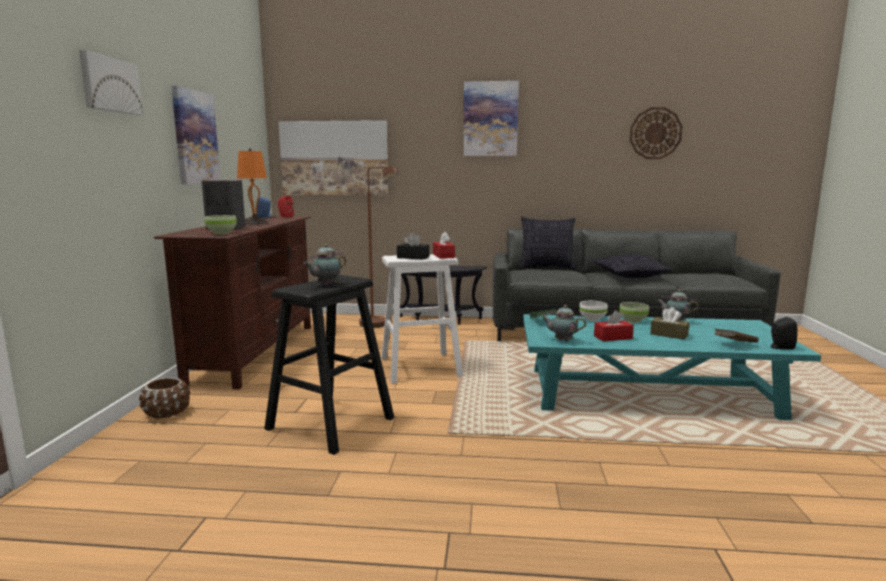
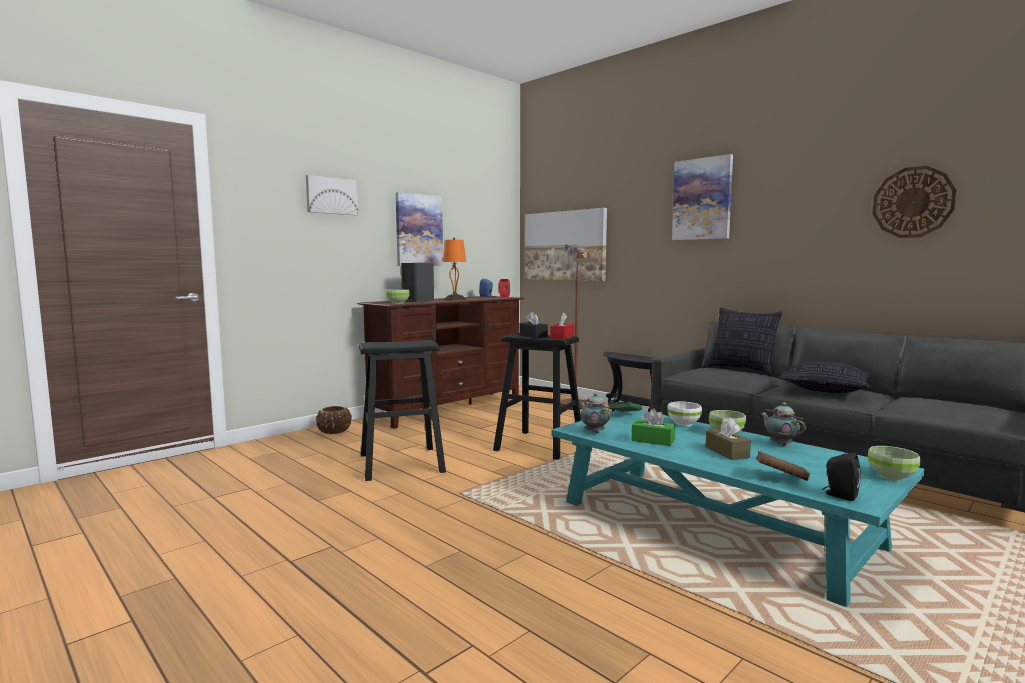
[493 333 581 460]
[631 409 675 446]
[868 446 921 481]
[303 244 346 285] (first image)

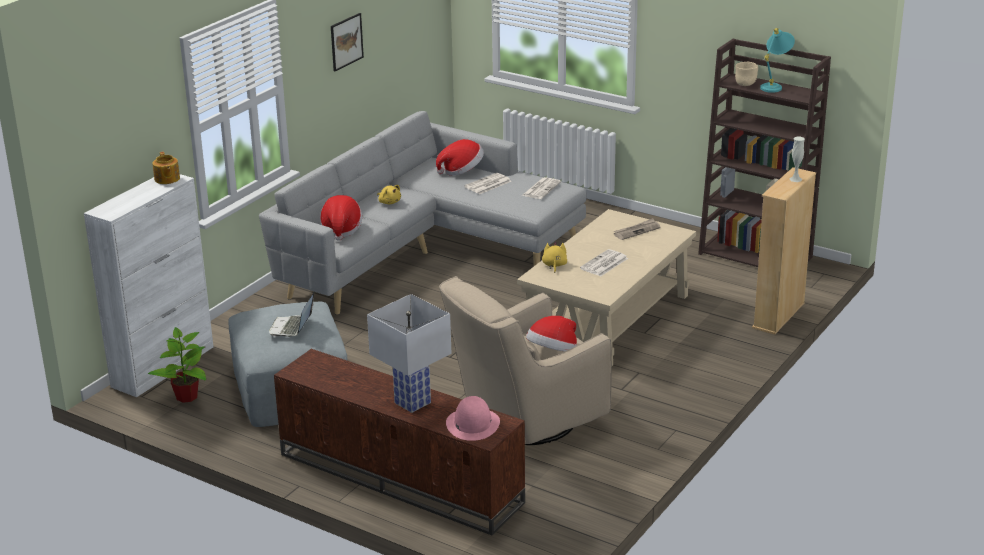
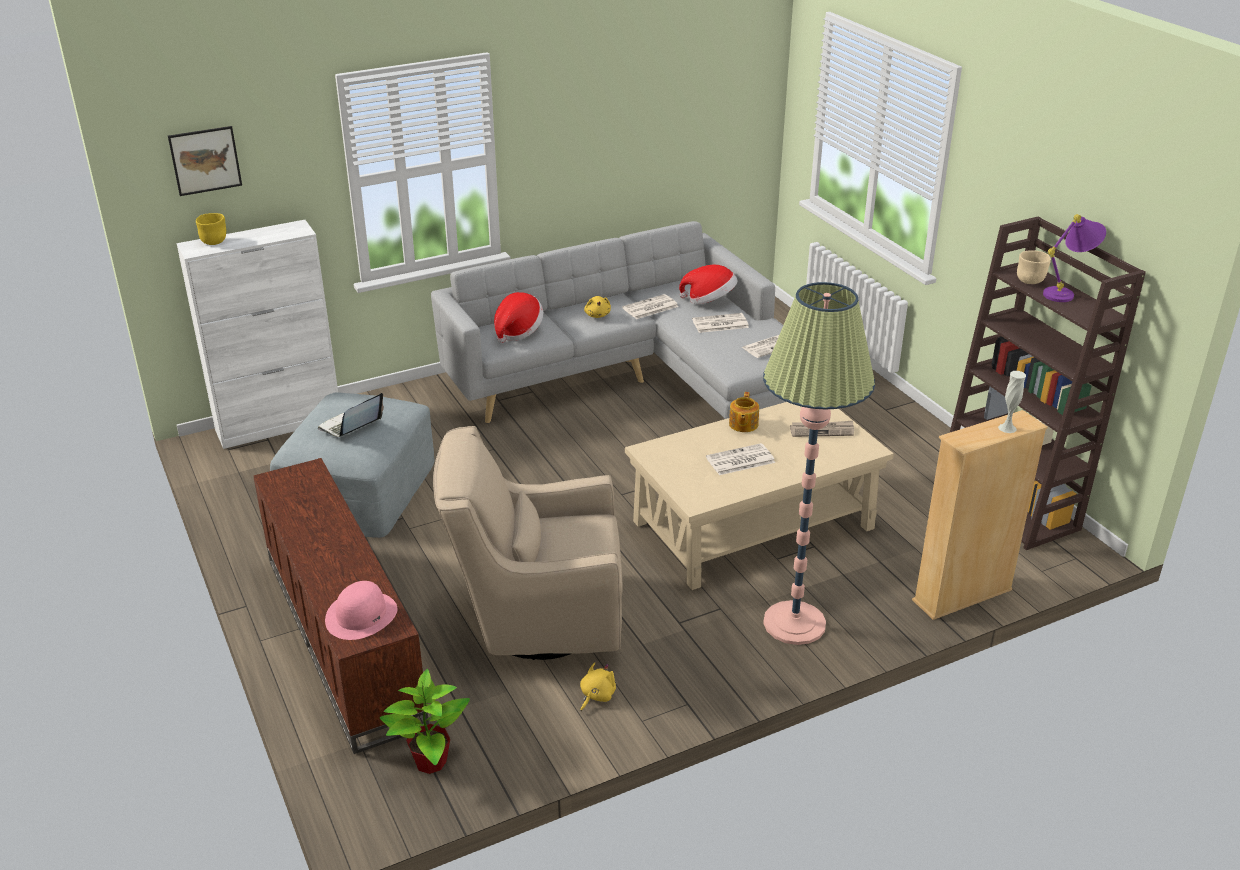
[168 126 242 196]
[196 213 226 245]
[380 669 470 774]
[580 662 616 711]
[622 294 679 319]
[729 392 759 432]
[763 282 875 645]
[1043 214 1106 302]
[367 294 451 413] (first image)
[526 316 577 352] (first image)

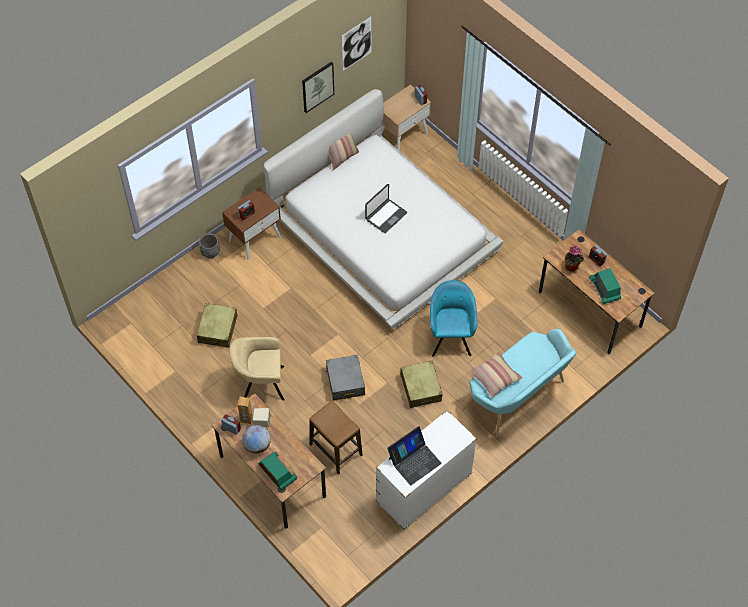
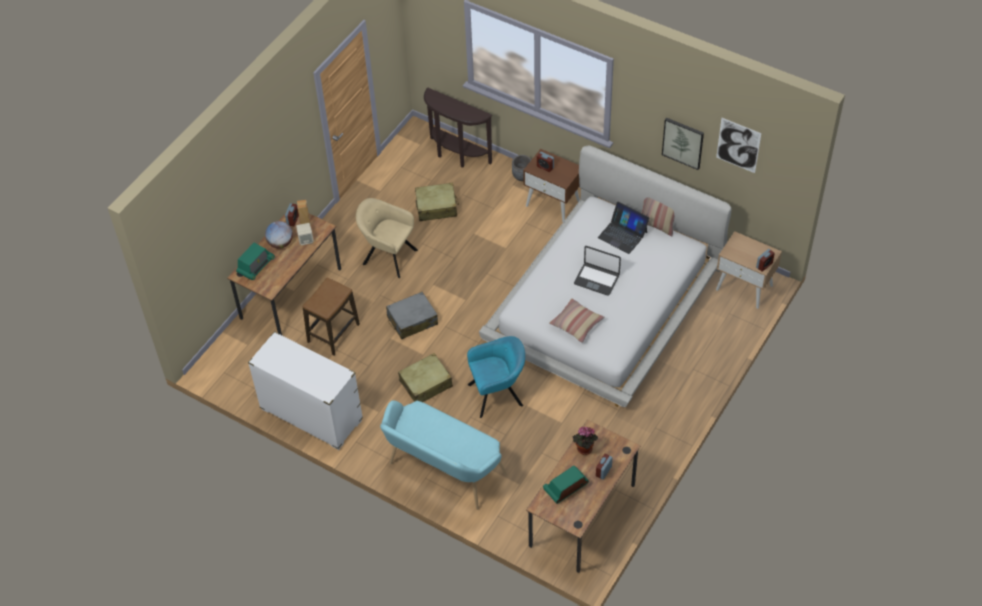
[356 198 418 278]
[424 88 492 168]
[549 298 604 343]
[598 202 650 254]

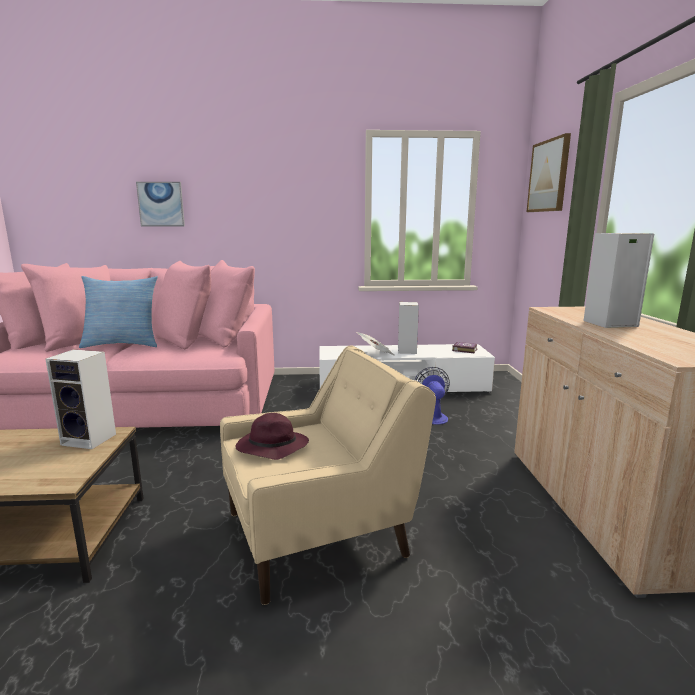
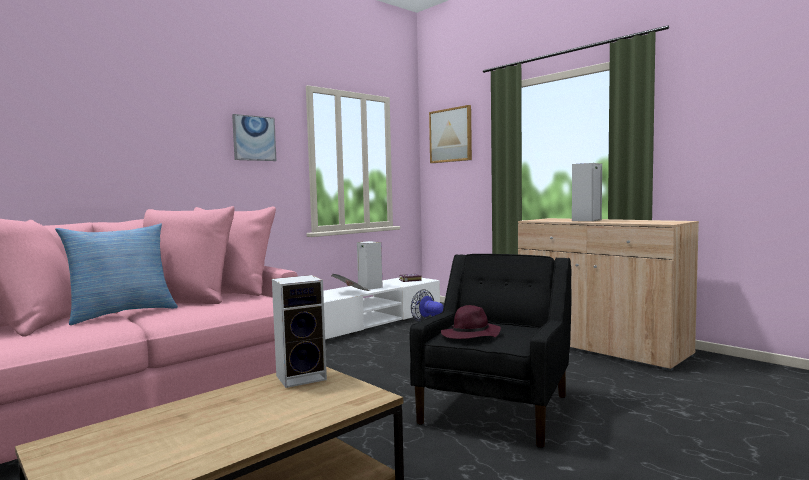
[232 114 276 161]
[410 254 572 448]

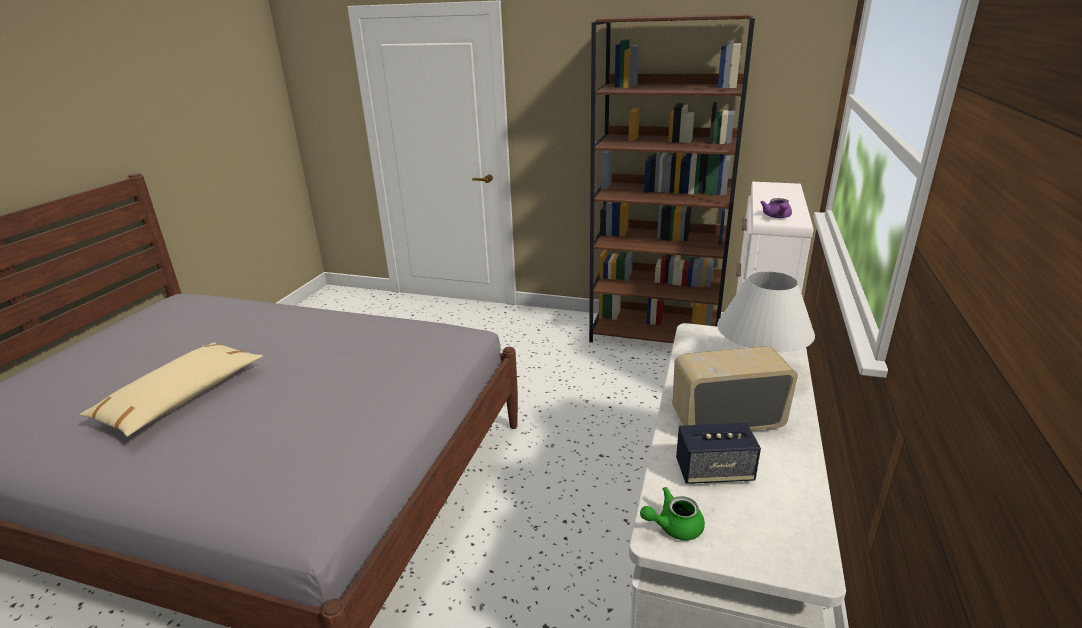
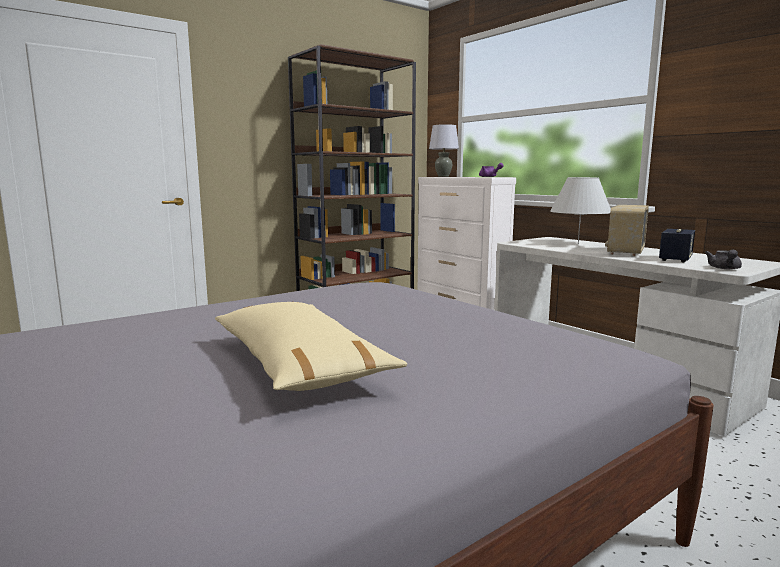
[429 124 459 177]
[705 250 742 270]

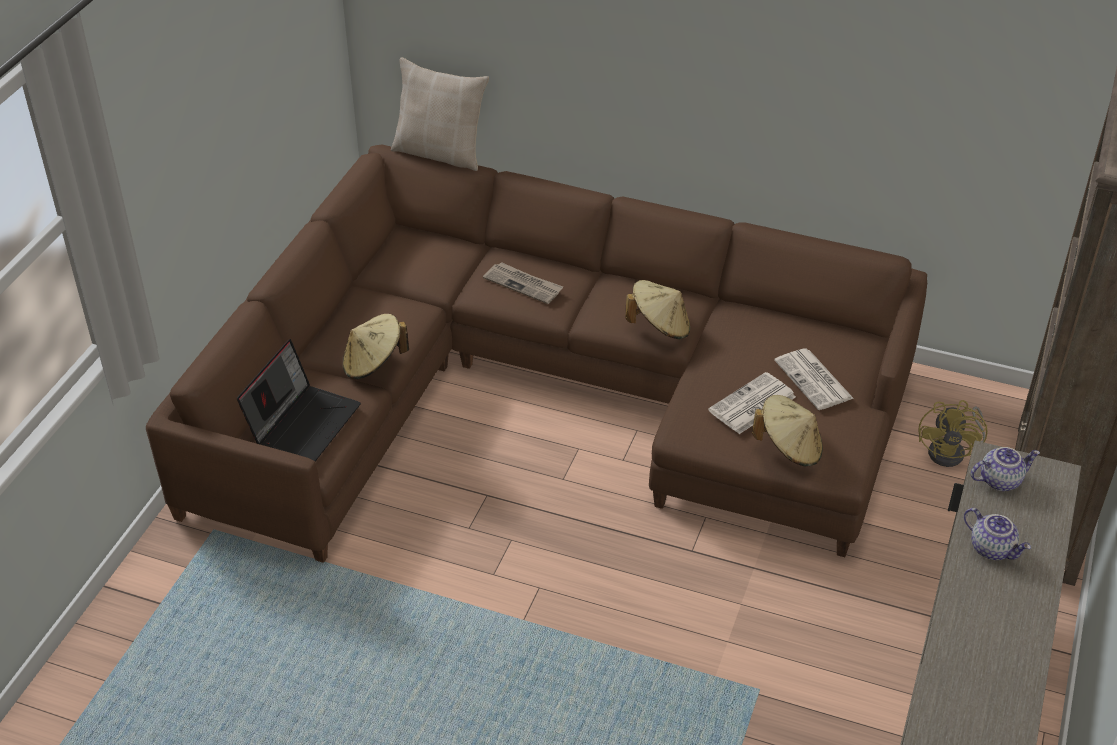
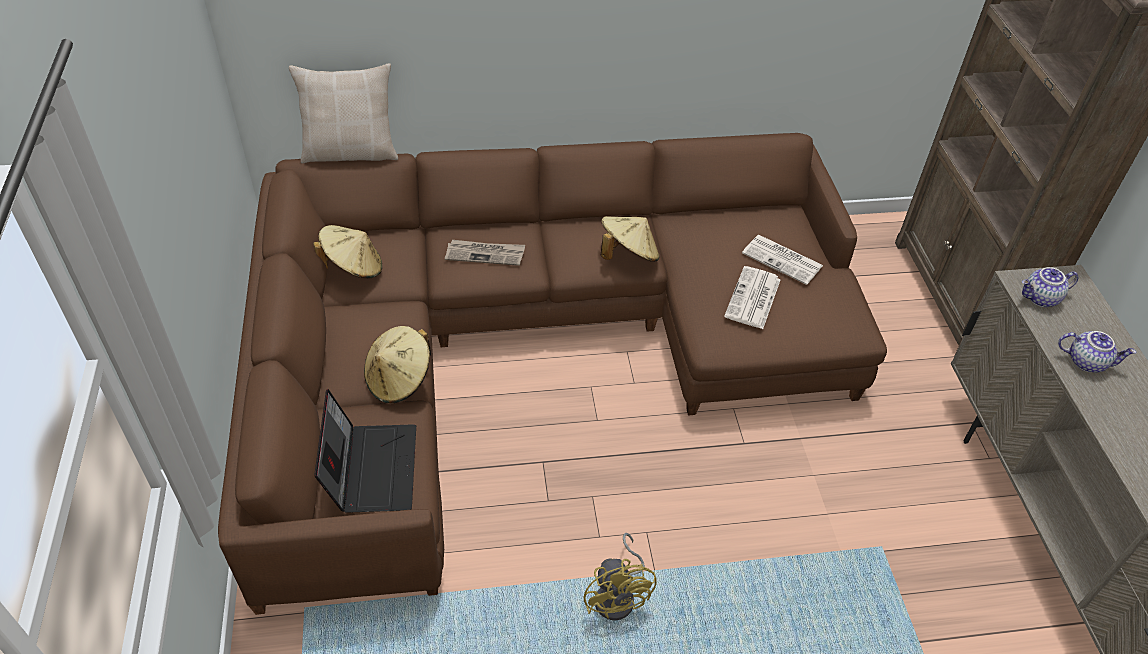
[313 225 382 278]
[584 533 657 621]
[1022 267 1079 307]

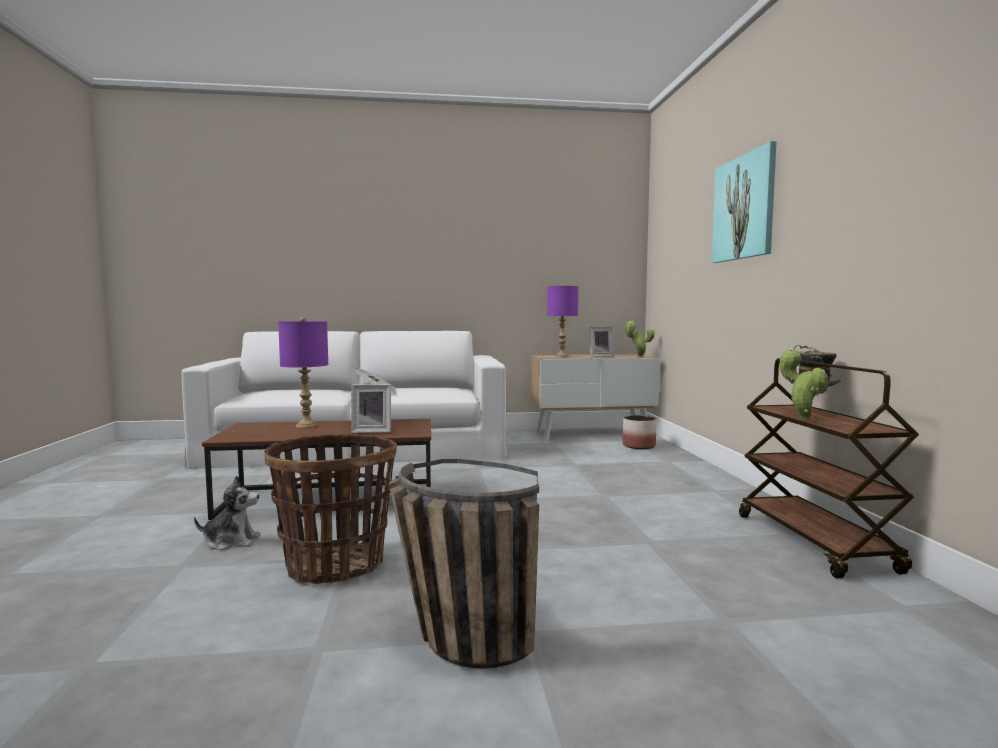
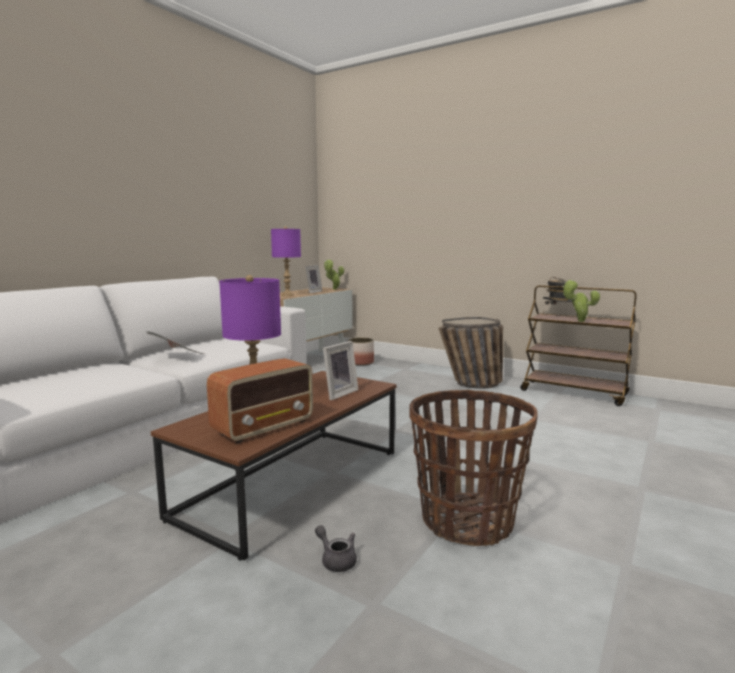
[207 358 313 443]
[315 525 357 572]
[439 317 503 389]
[712 141 777 263] (first image)

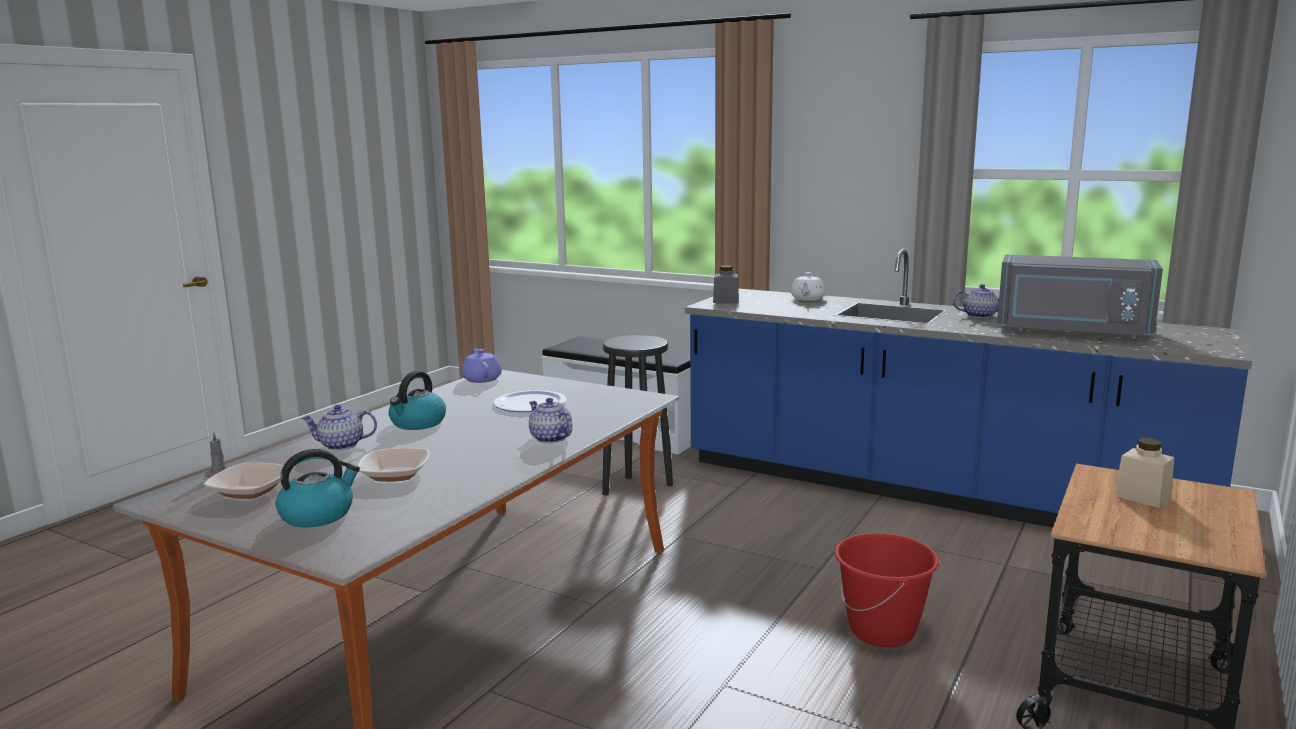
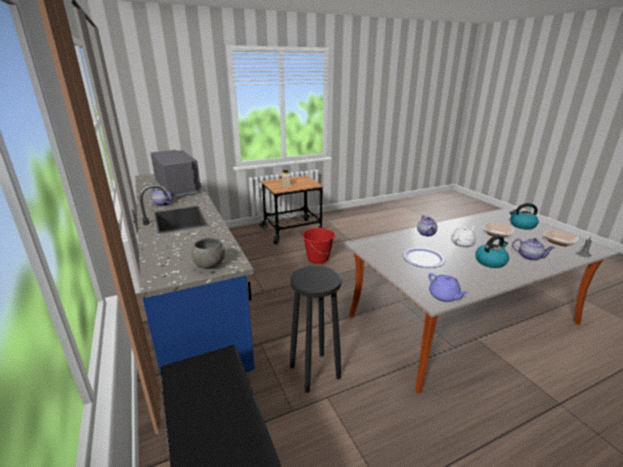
[191 238 225 269]
[428 273 468 302]
[451 226 476 247]

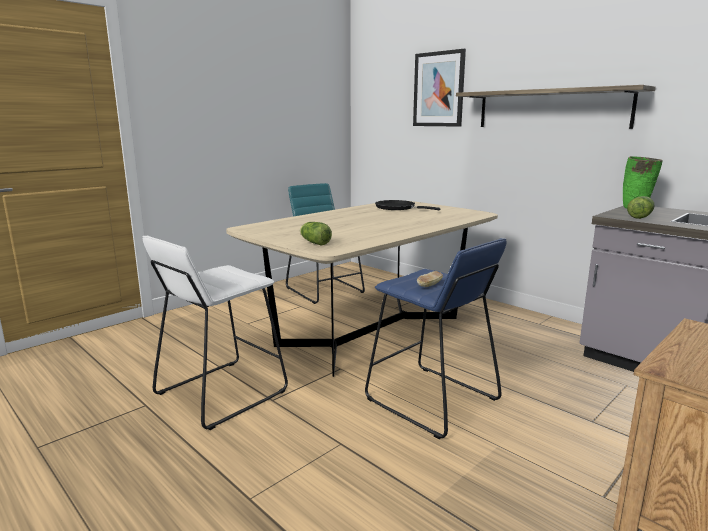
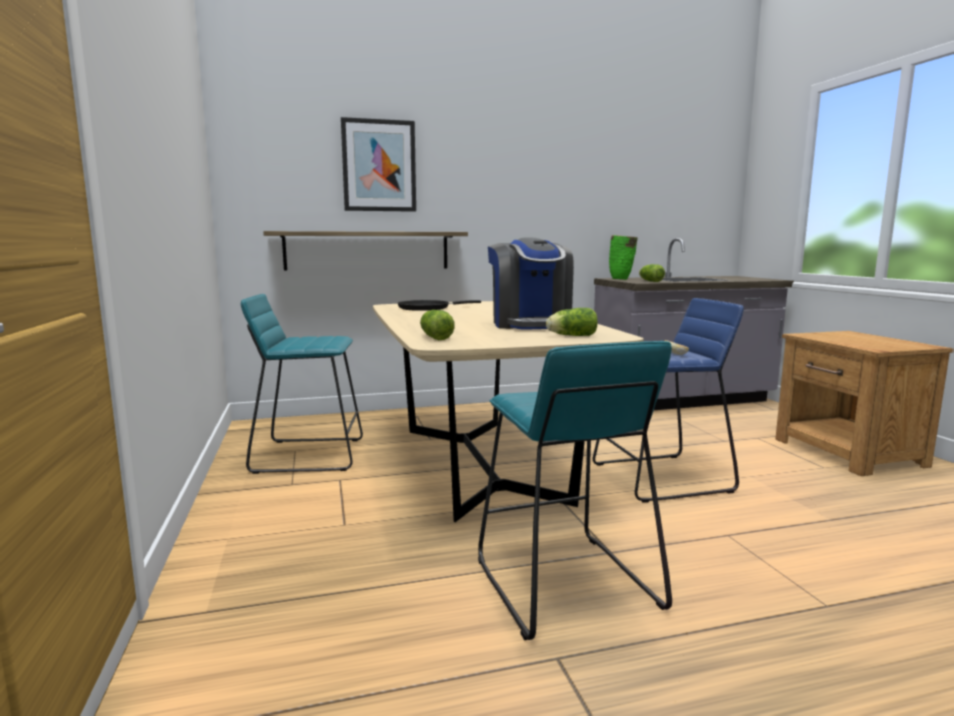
[263 231 468 271]
[420 310 455 340]
[478 341 672 640]
[488 237 574 330]

